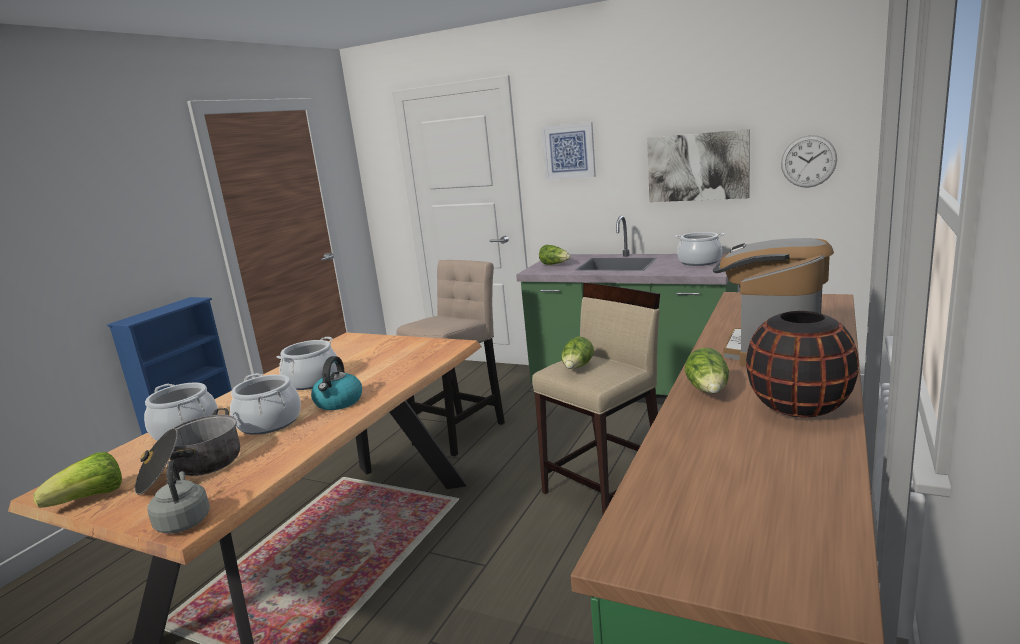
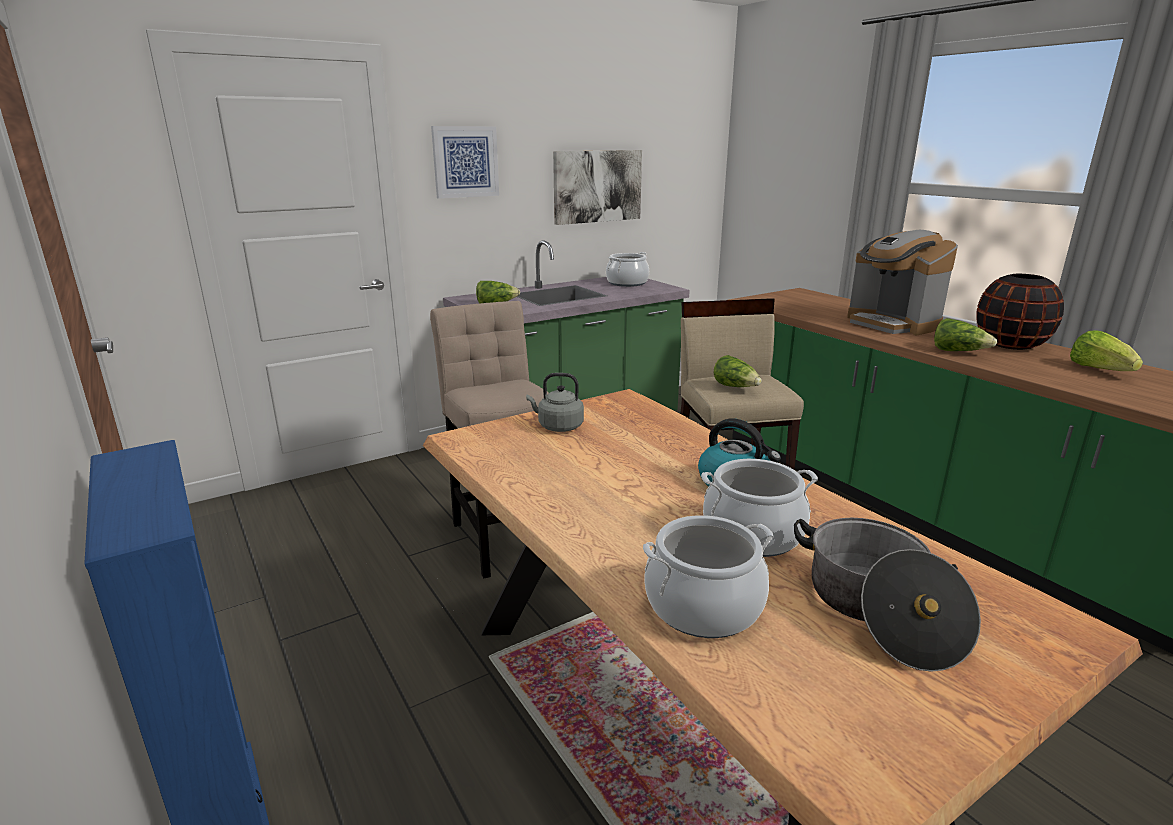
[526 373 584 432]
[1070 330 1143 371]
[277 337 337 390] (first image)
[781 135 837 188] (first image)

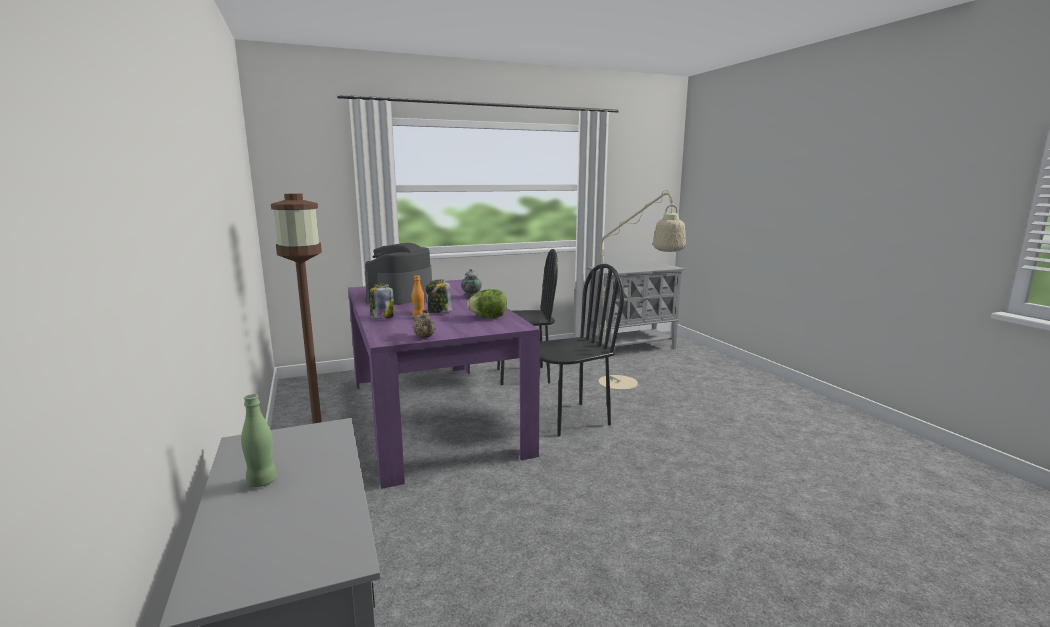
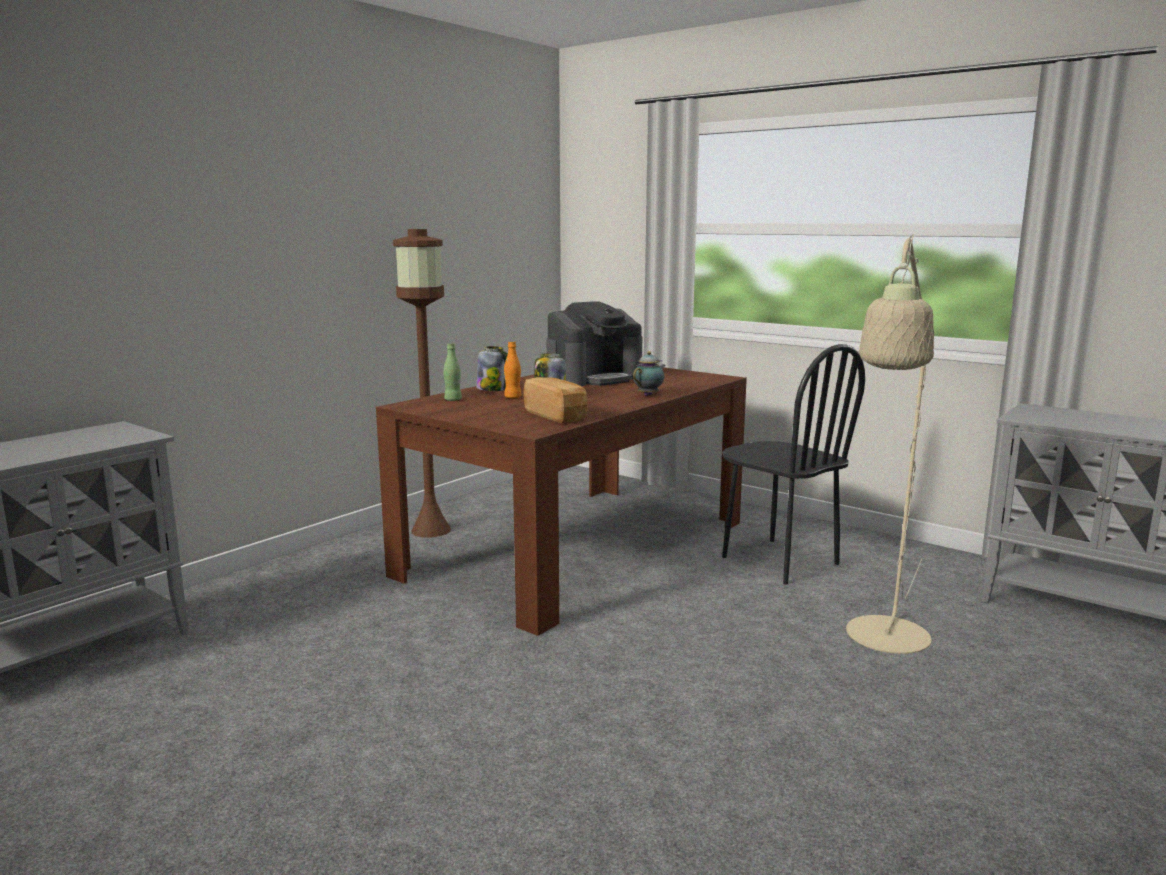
[376 368 747 636]
[443 343 462 401]
[523 377 588 423]
[547 301 642 386]
[413 309 436 338] (first image)
[540 264 624 436] (first image)

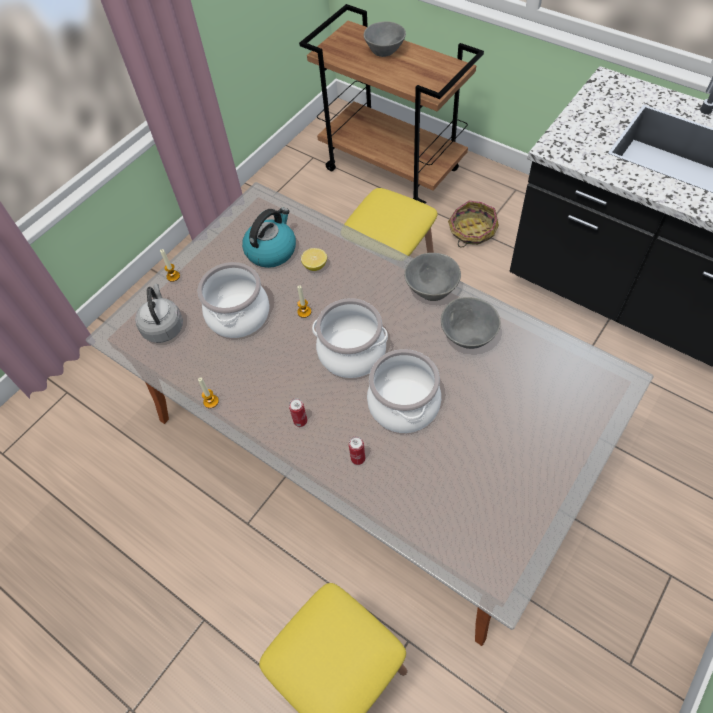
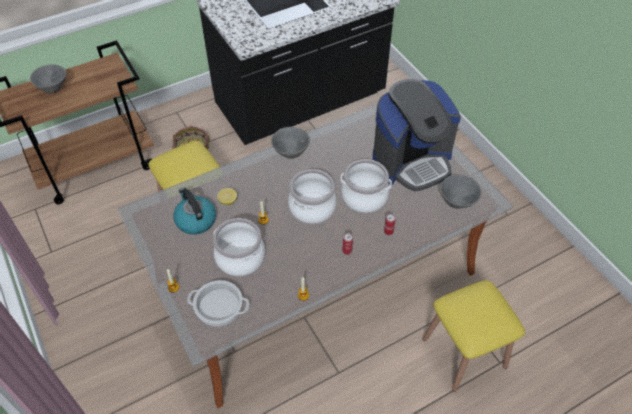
[187 280 249 327]
[373 79 461 191]
[440 175 482 209]

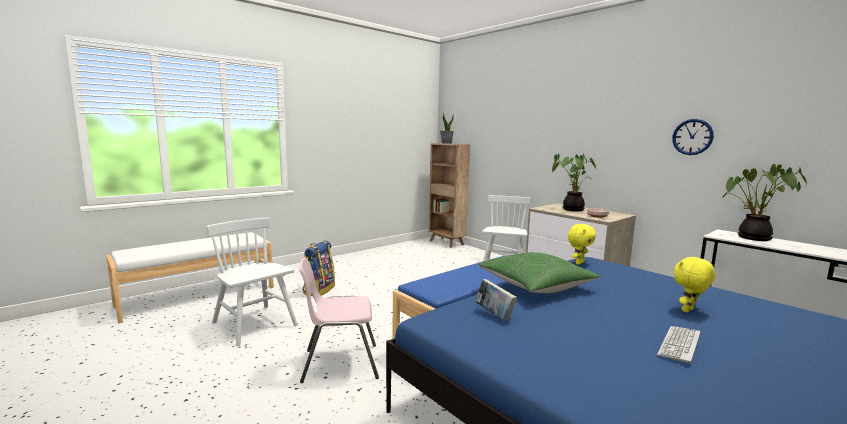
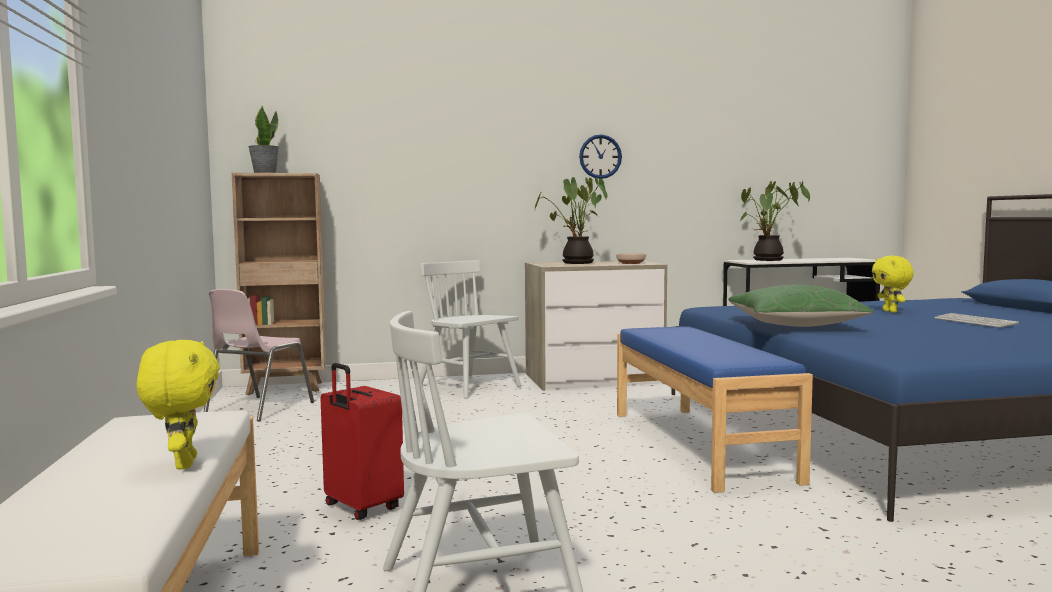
[137 340 220 470]
[204 289 314 422]
[320 363 404 520]
[579 134 622 179]
[475 279 517 321] (first image)

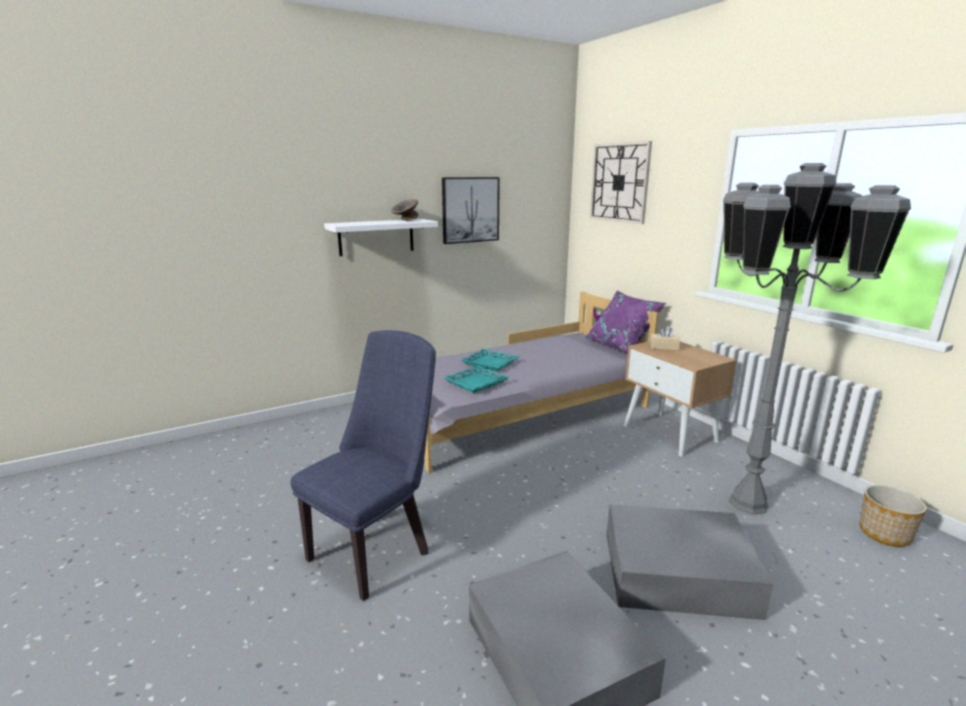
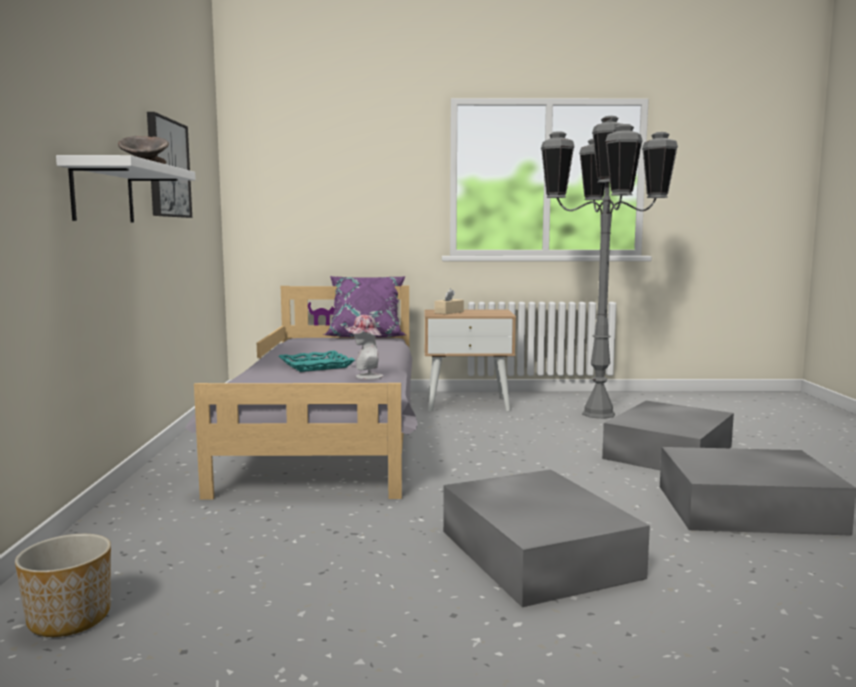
[15 534 111 637]
[345 315 383 379]
[443 469 650 607]
[590 141 652 224] (first image)

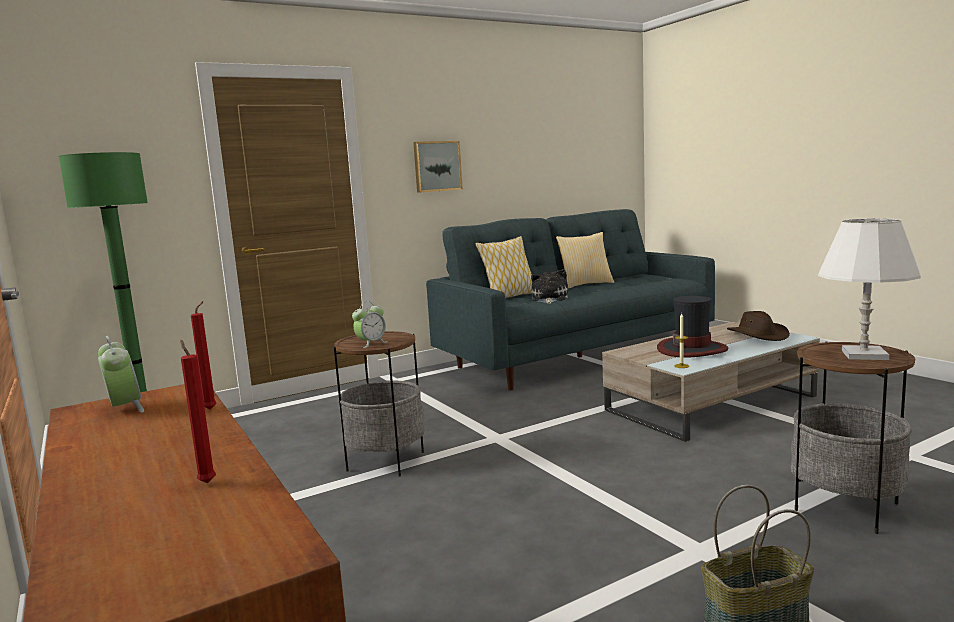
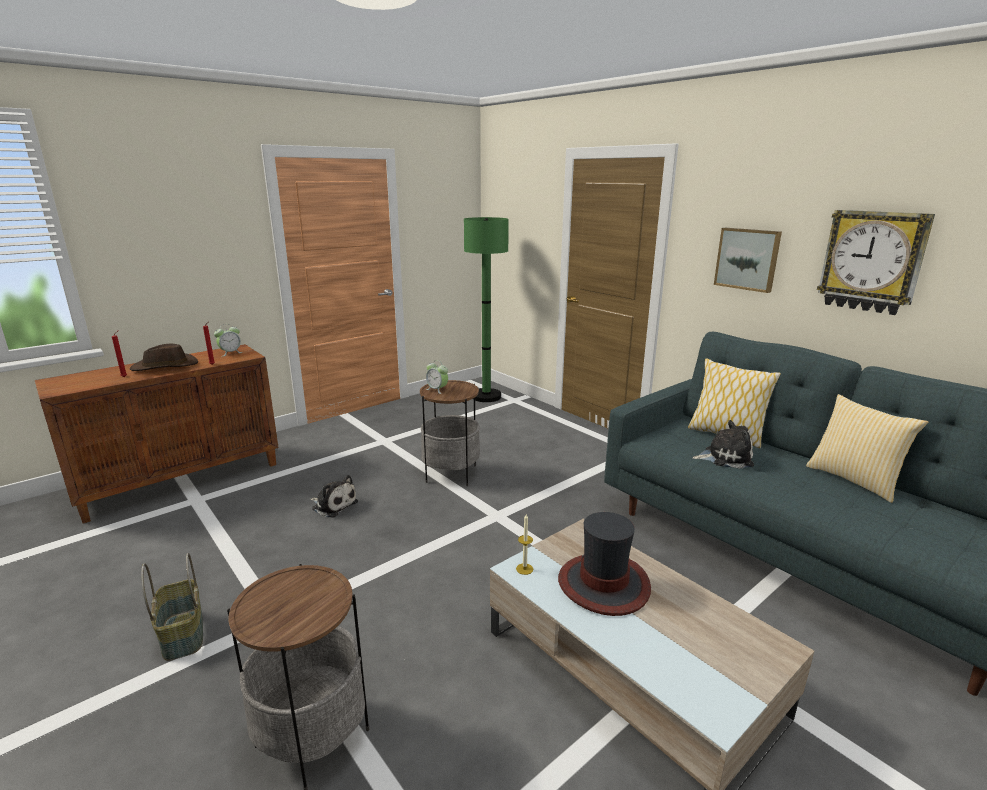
[130 344 198 371]
[310 475 358 517]
[817 210 935 315]
[818 219 921 360] (first image)

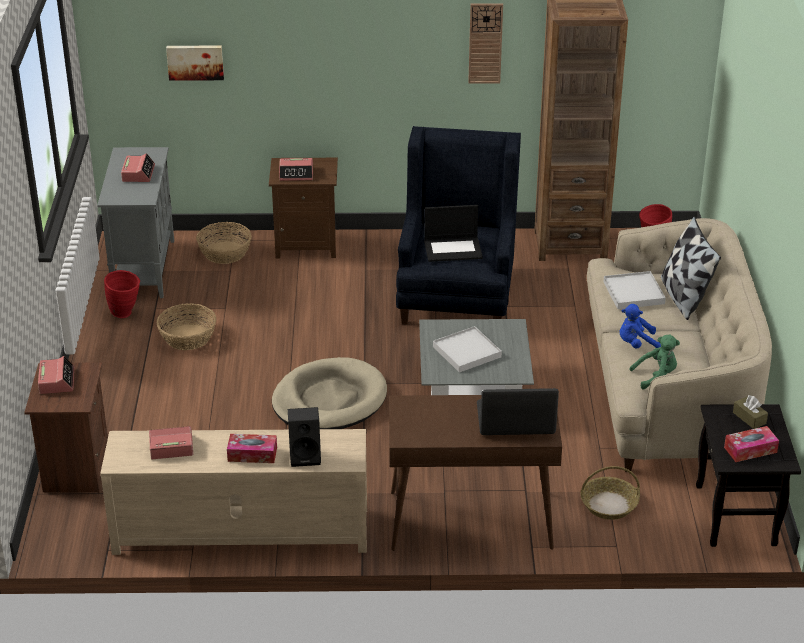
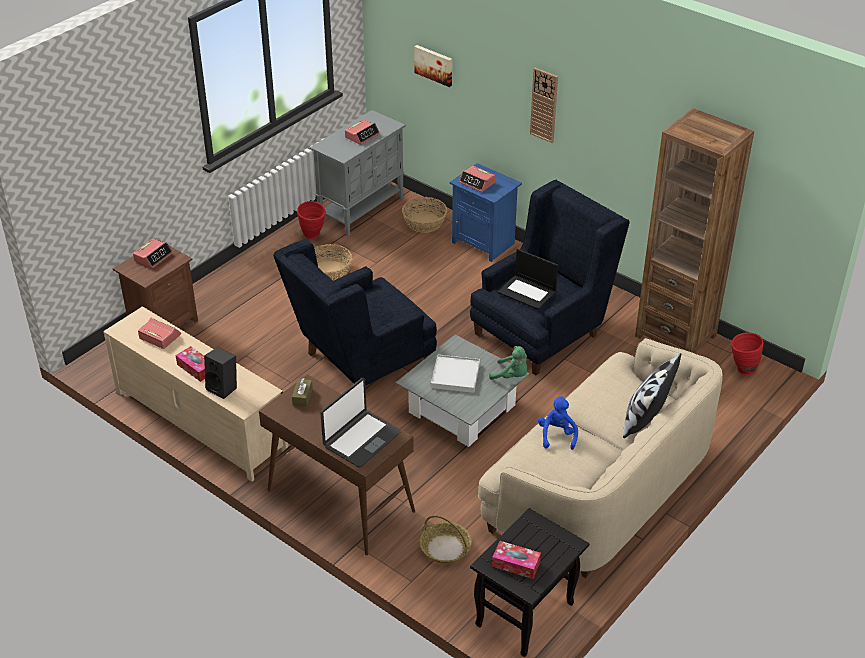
[273 239 437 386]
[292 378 313 407]
[320 378 401 467]
[449 163 522 262]
[489 346 528 380]
[530 68 558 143]
[538 396 578 450]
[604 271 666 309] (first image)

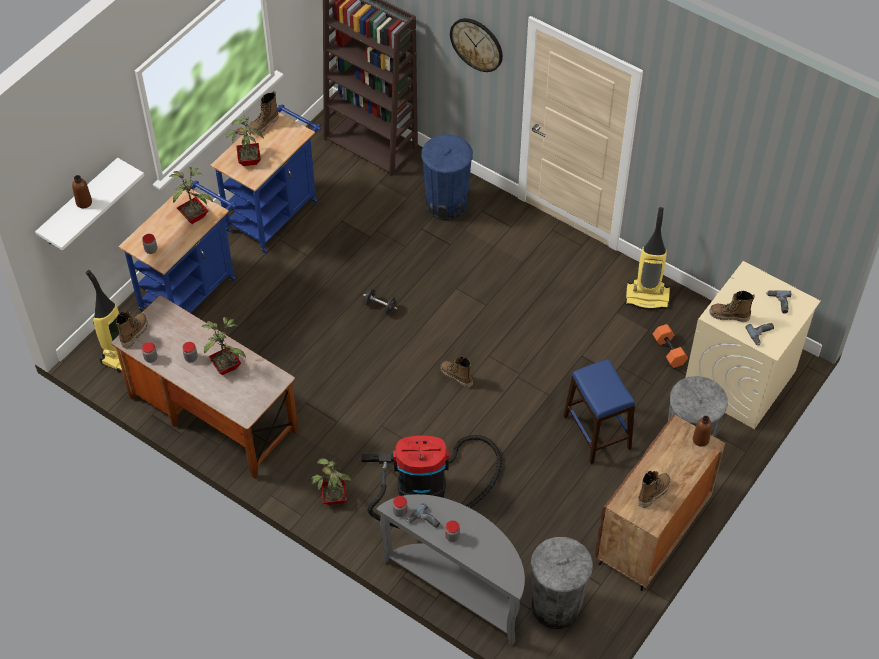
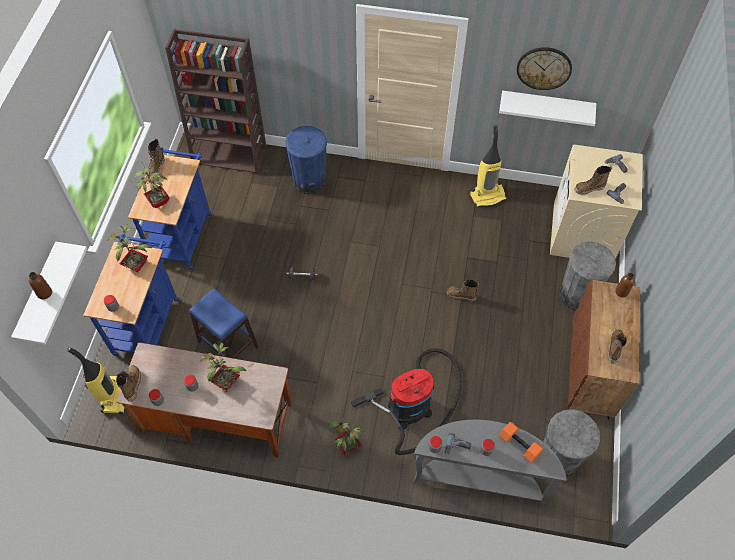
[189 289 258 359]
[446 280 479 301]
[499 90 596 126]
[499 422 543 463]
[517 47 572 90]

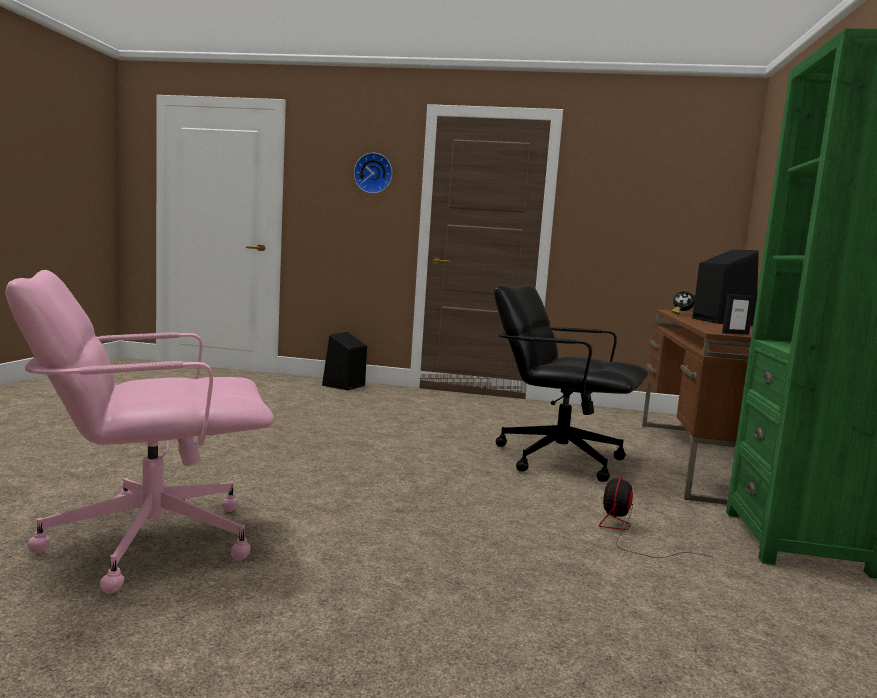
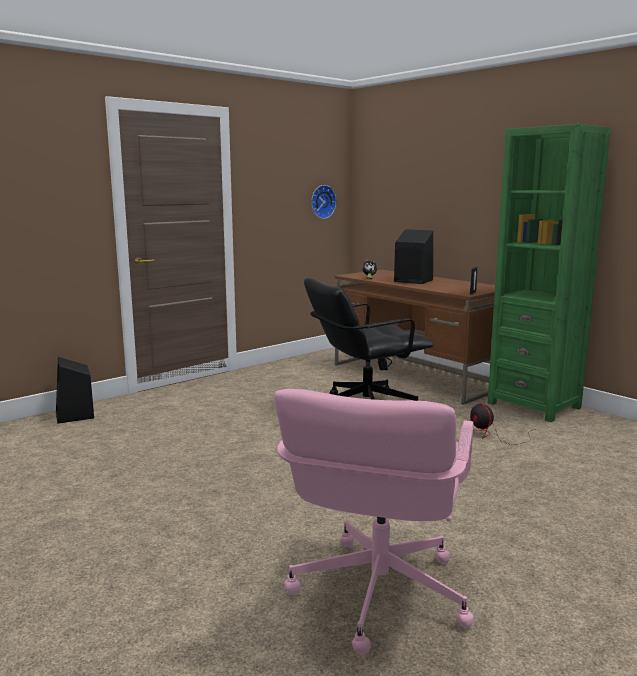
[311 185 336 219]

